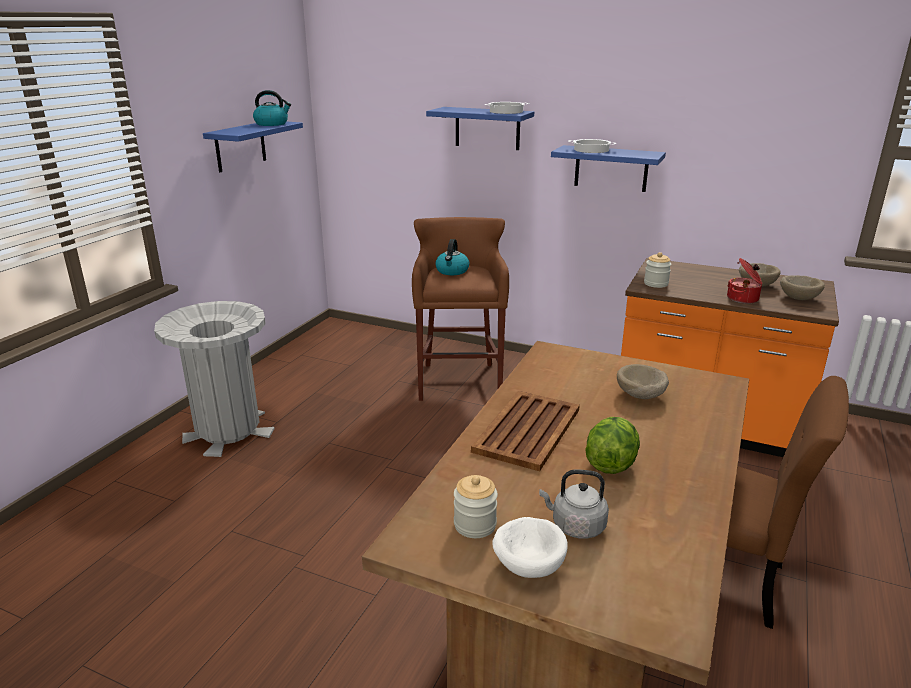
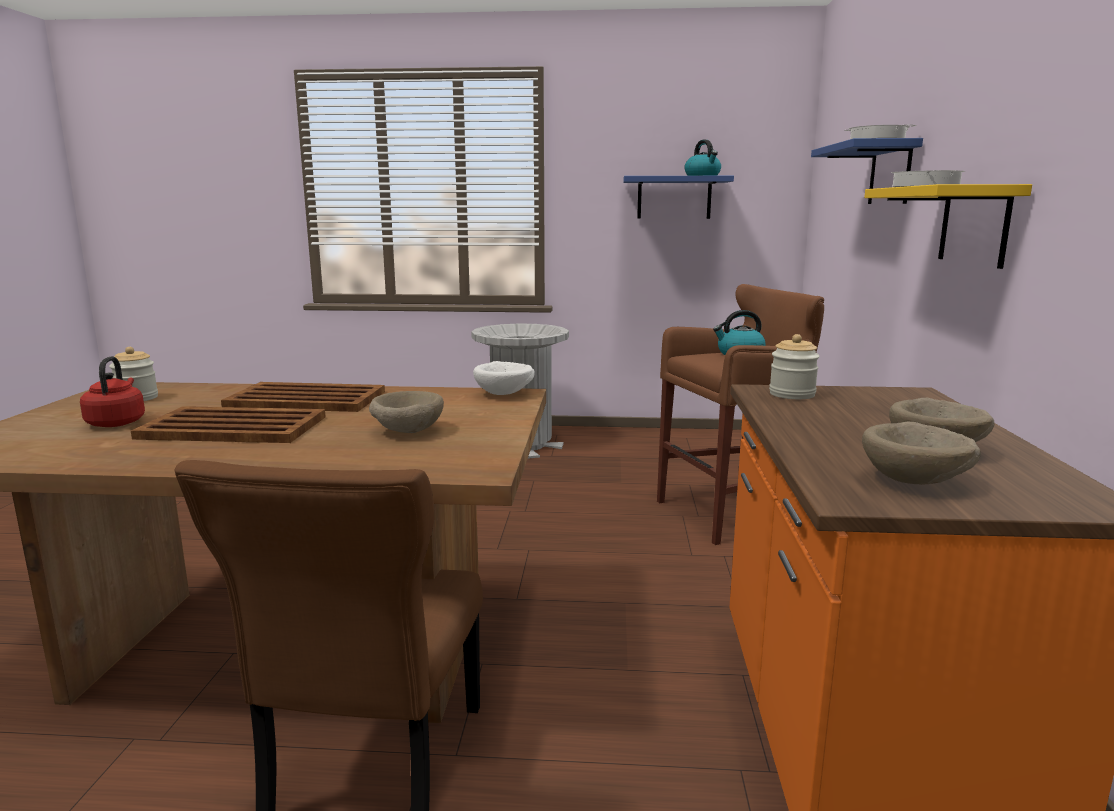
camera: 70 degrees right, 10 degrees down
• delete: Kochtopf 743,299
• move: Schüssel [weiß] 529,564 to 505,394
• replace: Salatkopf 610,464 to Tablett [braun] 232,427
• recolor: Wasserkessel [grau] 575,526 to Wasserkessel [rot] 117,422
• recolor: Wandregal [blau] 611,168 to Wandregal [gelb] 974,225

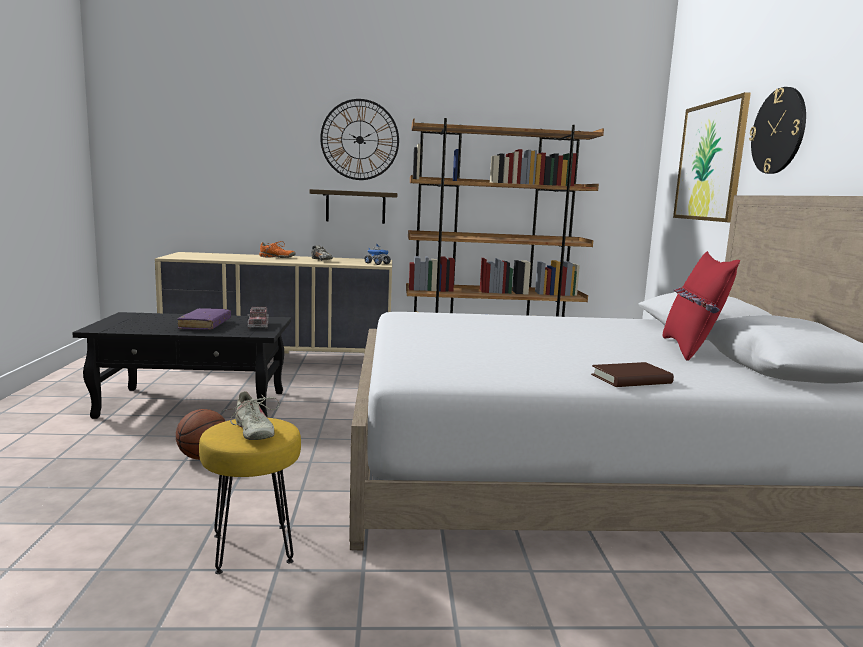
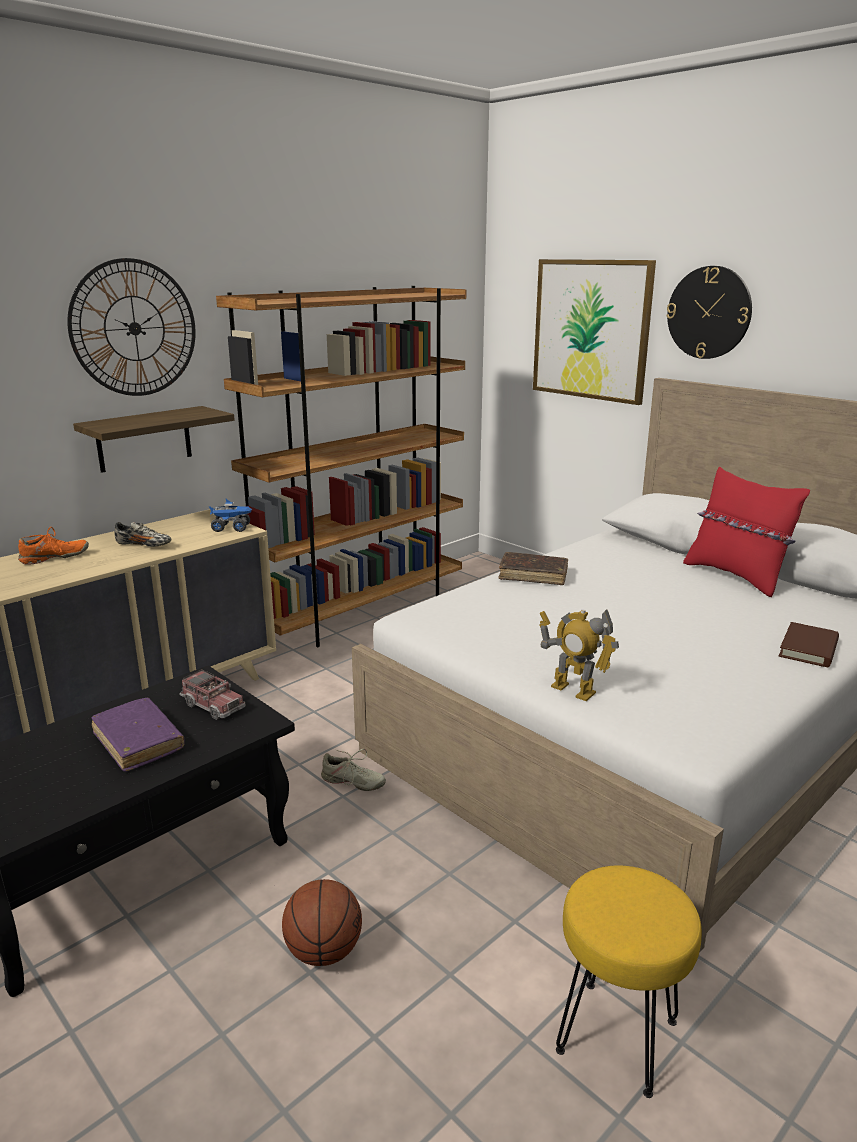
camera: 40 degrees left, 10 degrees up
• insert: Buch [braun] 533,575
• insert: Spielzeugroboter 573,690
• move: Schuh [beige] 252,431 to 352,782

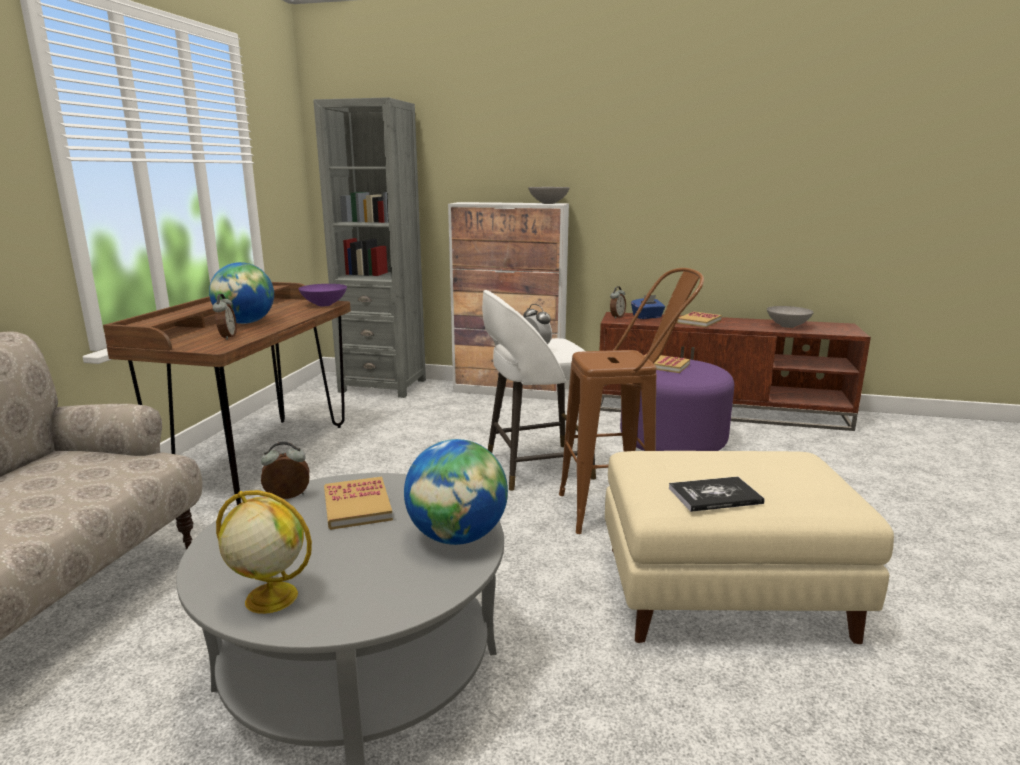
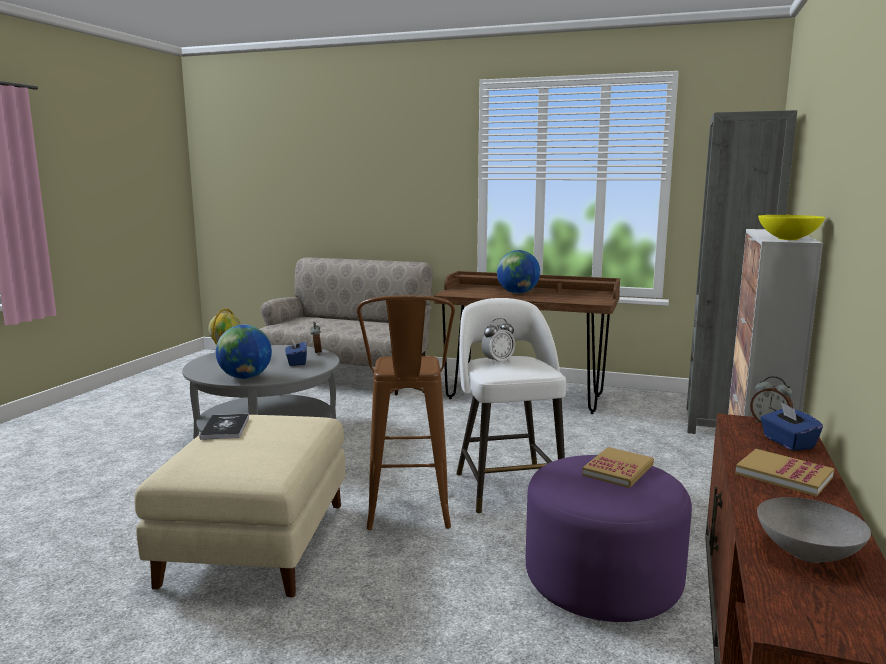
camera: 95 degrees right, 5 degrees down
• delete: Wecker 227,337
• delete: Schüssel [lila] 323,305
• replace: Buch 357,506 to Taschentuchbox [blau] 296,362
• recolor: Schüssel [grau] 549,203 to Schüssel [gelb] 789,239

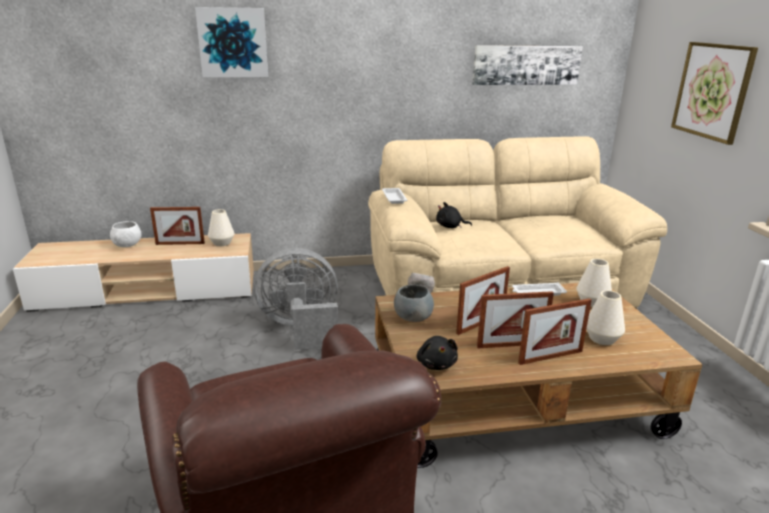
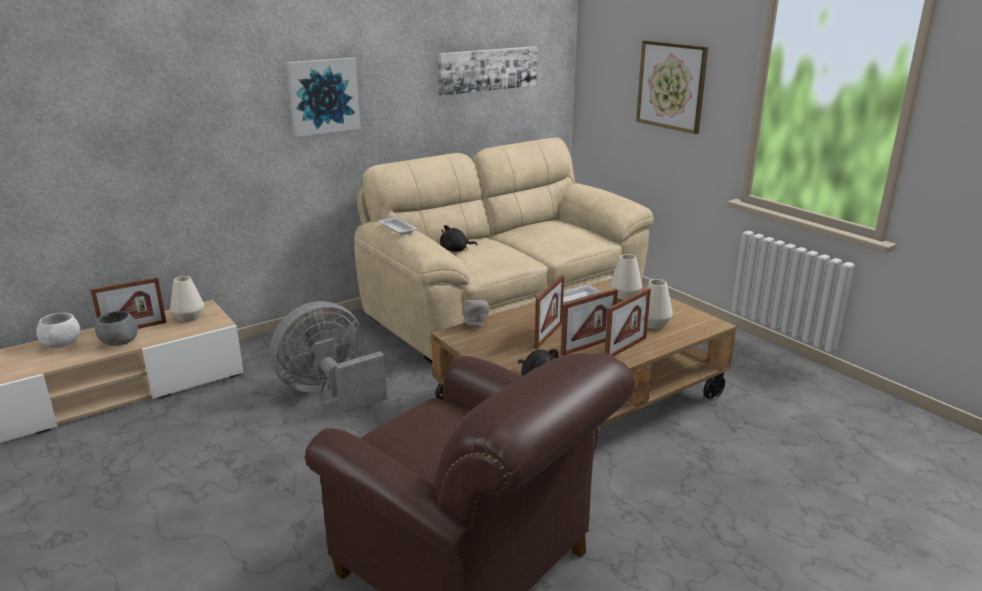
camera: 25 degrees left, 0 degrees up
• move: Bild 233,42 to 323,96
• move: Schüssel [grau] 413,318 to 119,342

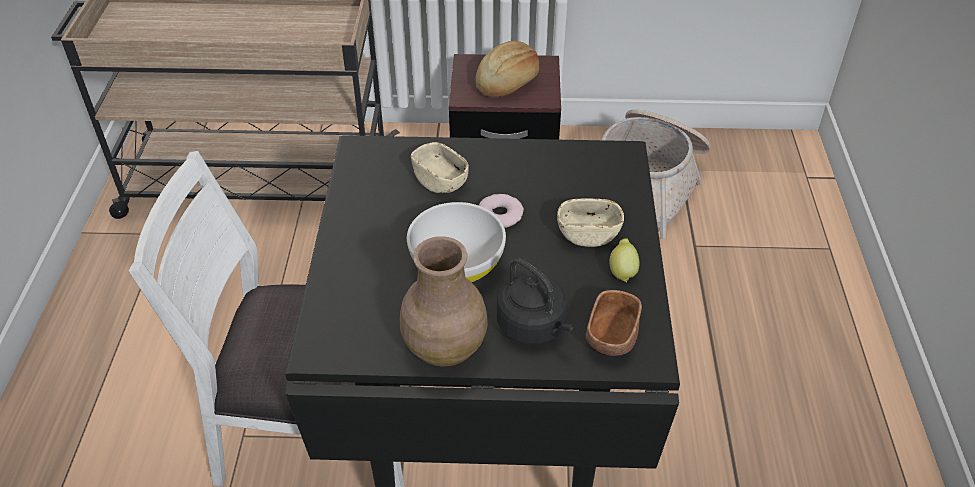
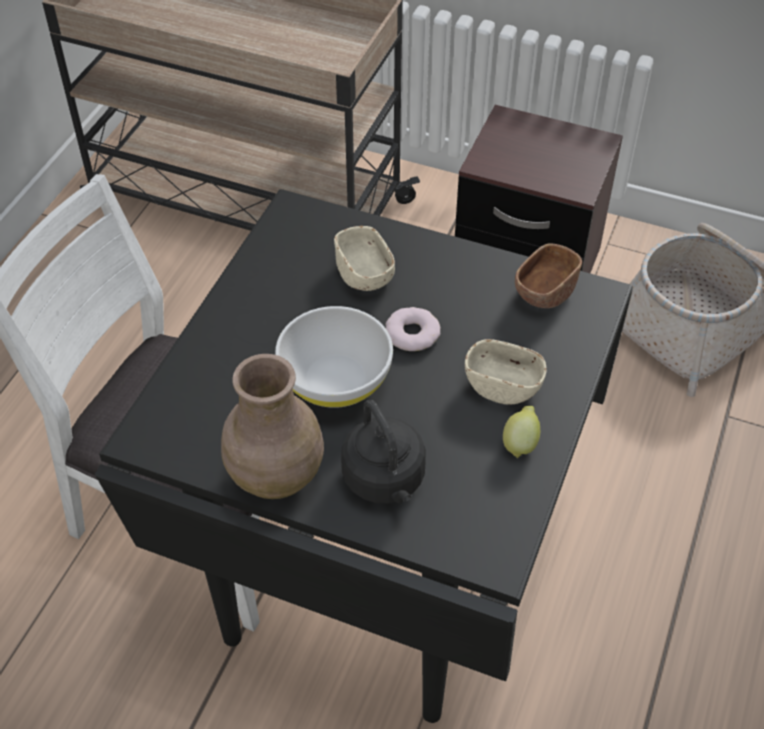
camera: 20 degrees right, 5 degrees up
• delete: Brot 508,82
• move: Schüssel [braun] 611,337 to 545,291

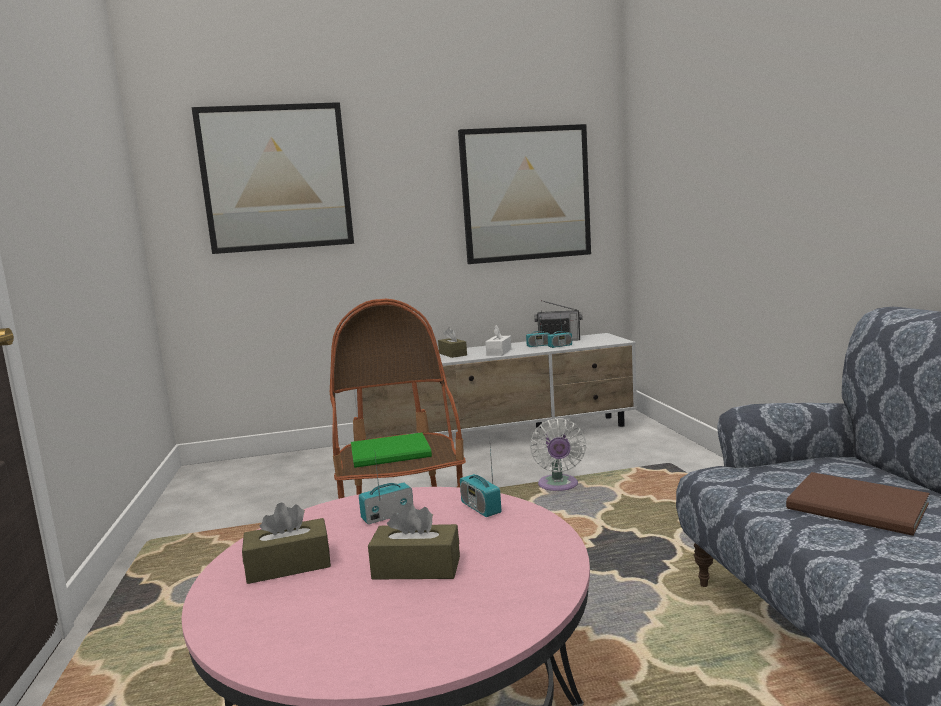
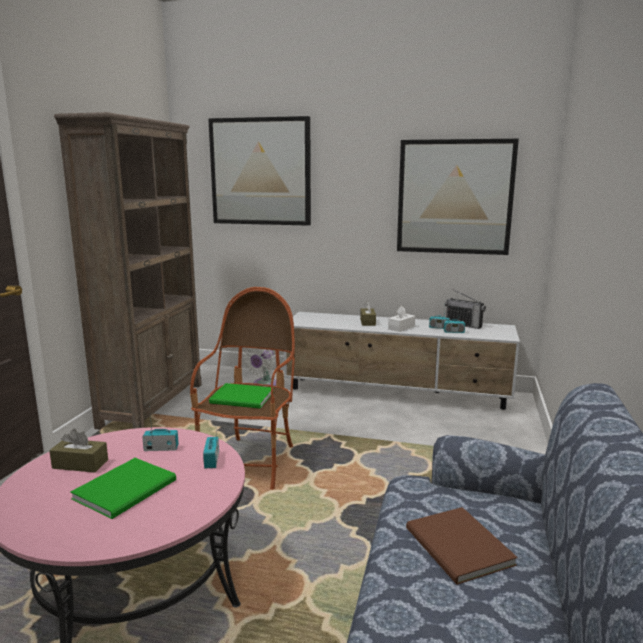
camera: 25 degrees right, 5 degrees up
• insert: Bücherregal [braun] 153,404
• move: Ventilator [weiß] 558,486 to 264,385
• replace: Taschentuchbox [braun] 416,568 to Buch [grün] 128,489

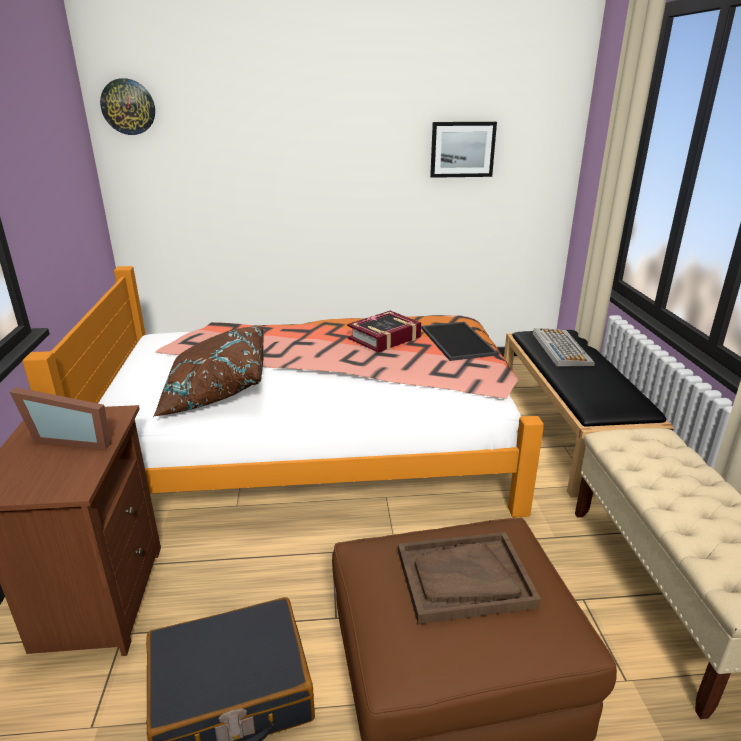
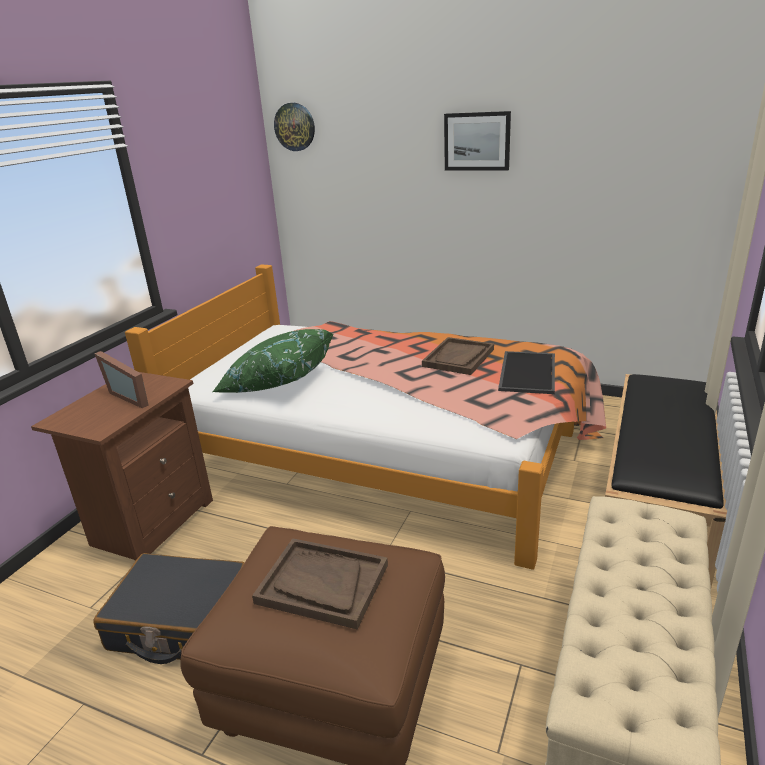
camera: 30 degrees right, 0 degrees up
• delete: Tastatur 560,348
• move: Bild 462,149 to 477,141
• replace: Buch 384,338 to Tablett [braun] 458,358
• recolor: Kissen [braun] 215,392 to Kissen [grün] 277,382

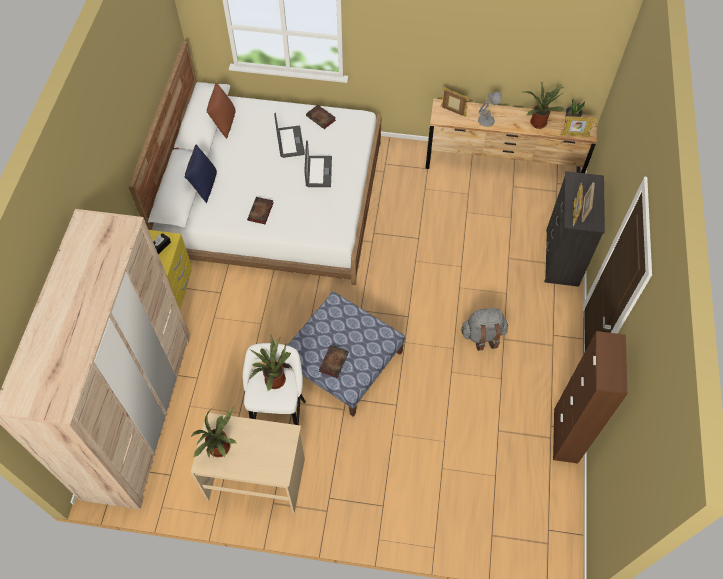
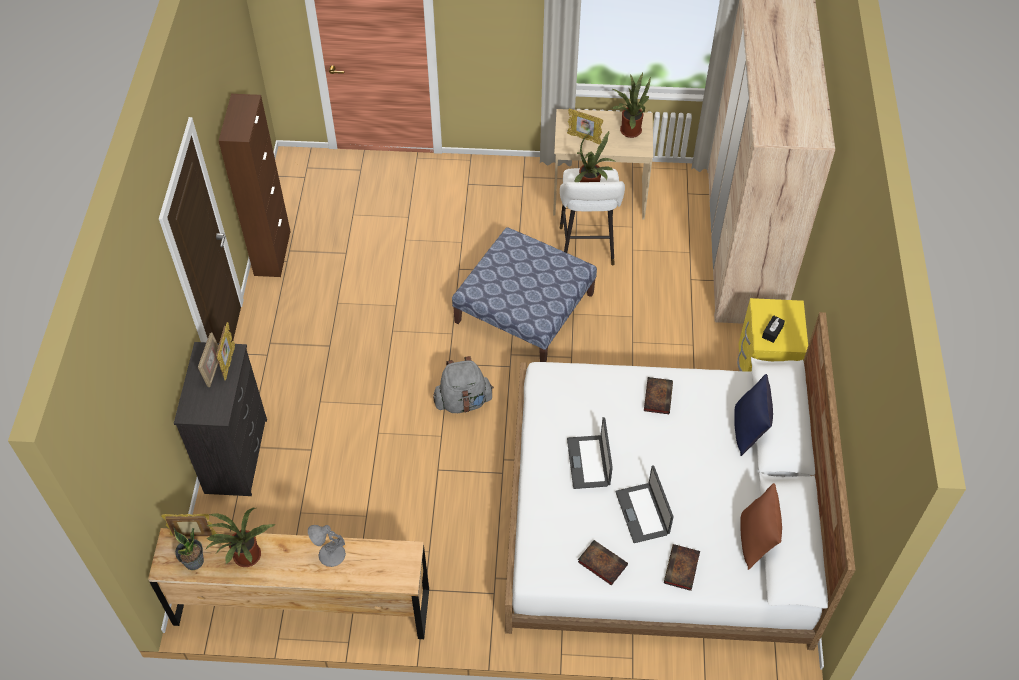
camera: 175 degrees right, 5 degrees down
• move: Buch 333,361 to 681,570
• move: Bilderrahmen 453,112 to 584,138
• move: Rucksack [grau] 483,335 to 463,401

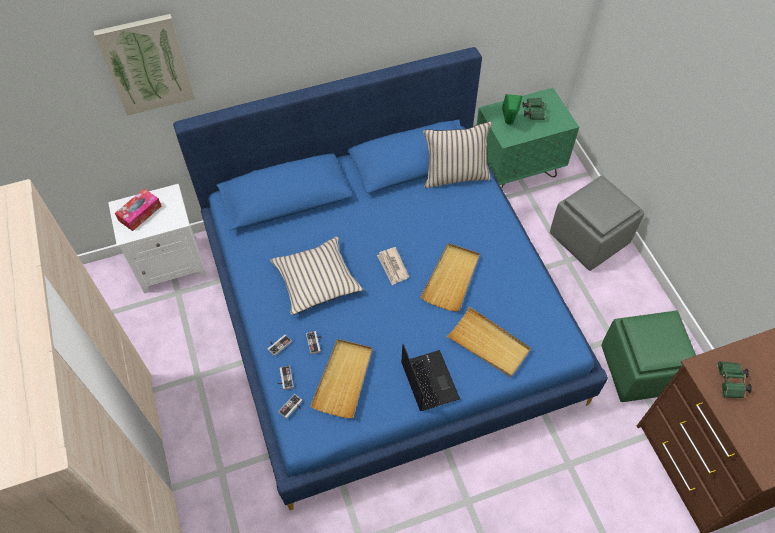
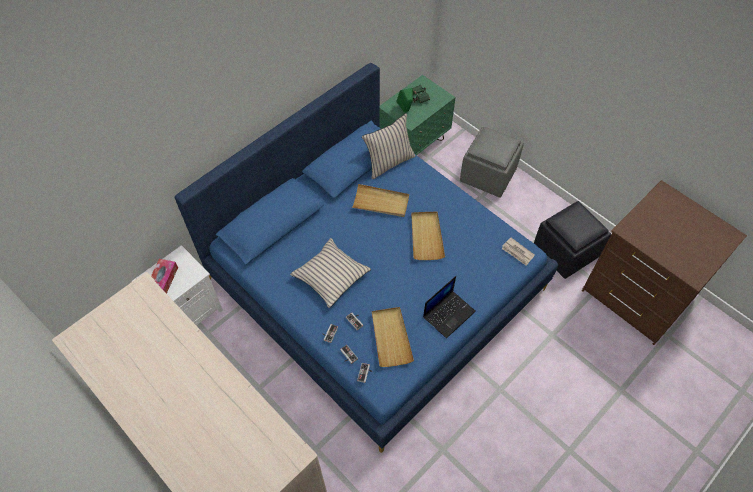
camera: 25 degrees left, 0 degrees up
• delete: Bild 147,64
• delete: Fernglas [grün] 730,383
• move: Zeitung 392,267 to 517,252
• move: Tablett [beige] 488,344 to 381,202
• recolor: Polsterhocker [grün] 641,369 to Polsterhocker [schwarz] 566,252
• rotate: Laptop 428,380 = 449,313 90 degrees clockwise

